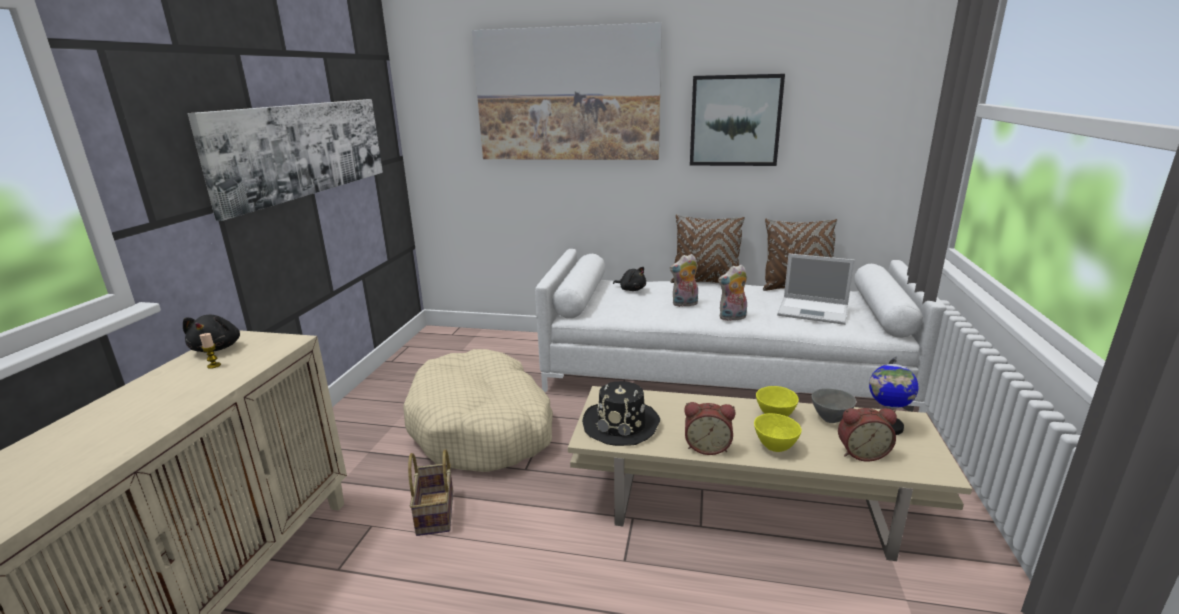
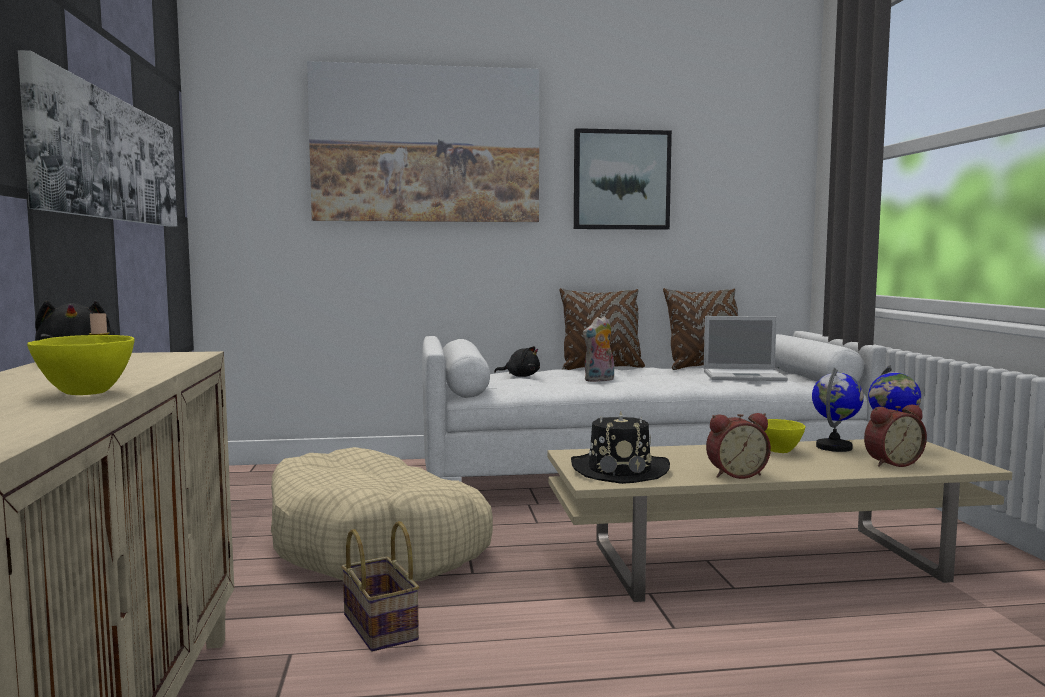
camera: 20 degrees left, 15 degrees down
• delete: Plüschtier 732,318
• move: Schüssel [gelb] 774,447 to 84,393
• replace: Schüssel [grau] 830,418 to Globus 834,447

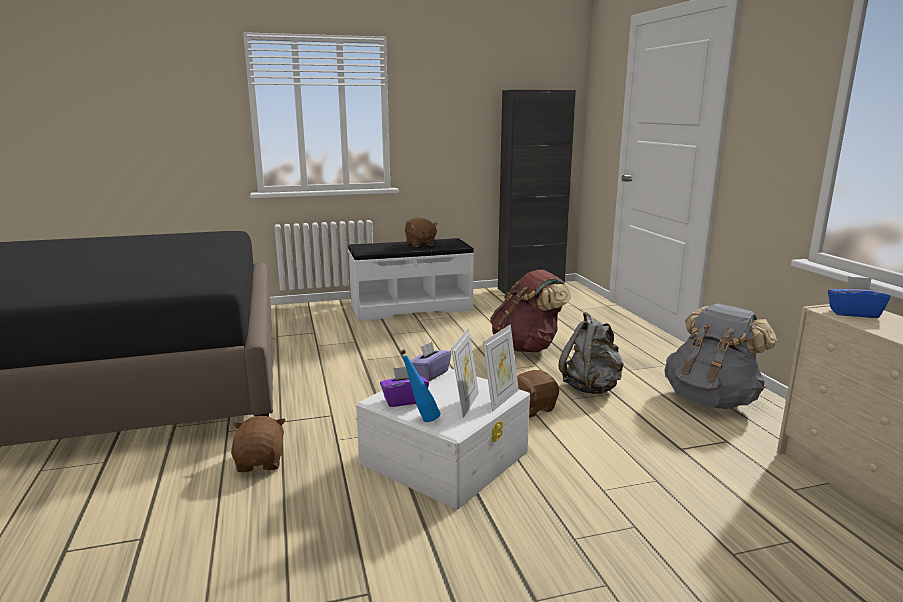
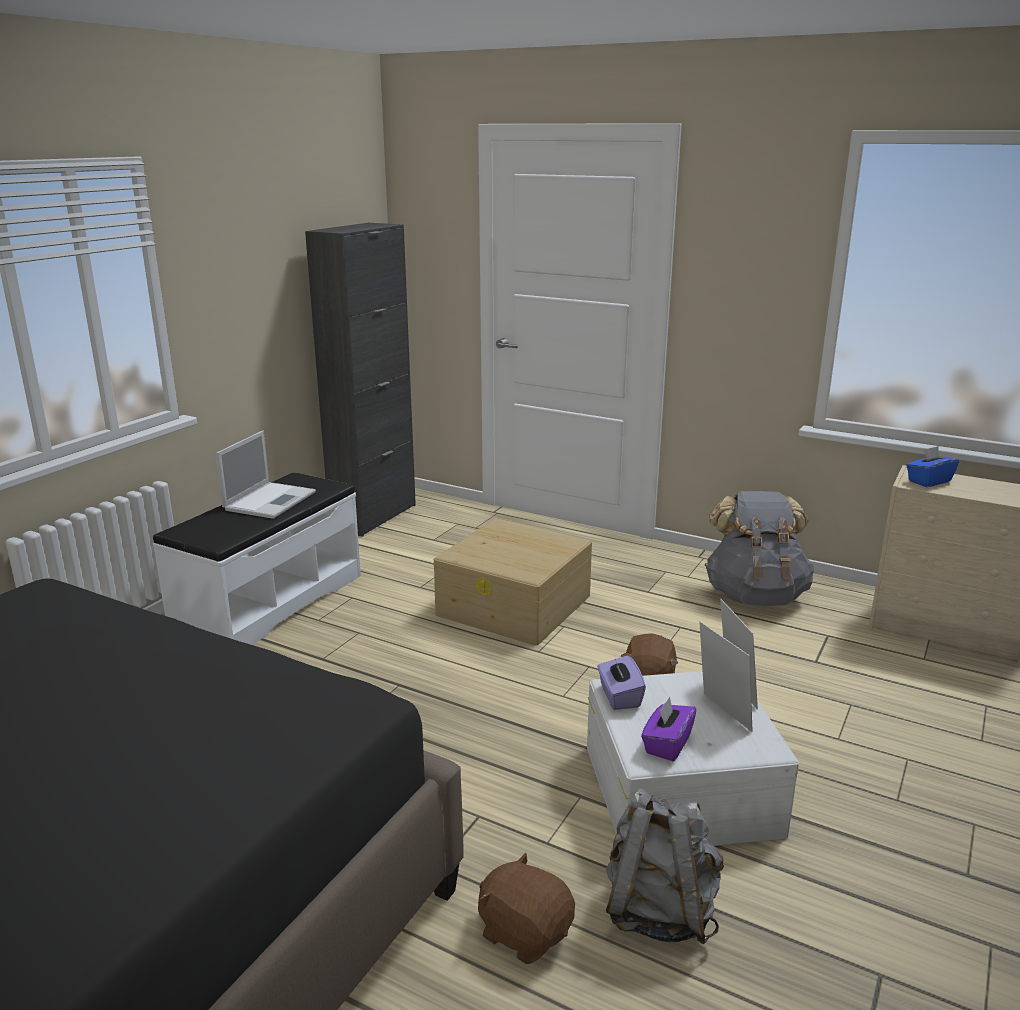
camera: 45 degrees left, 5 degrees up
• delete: Flasche [blau] 421,419
• move: Rucksack [grau] 591,388 to 659,910
• replace: Plüschtier [braun] 420,244 to Laptop 270,500
• replace: Rucksack [braun] 527,347 to Aufbewahrungsbox [beige] 515,605

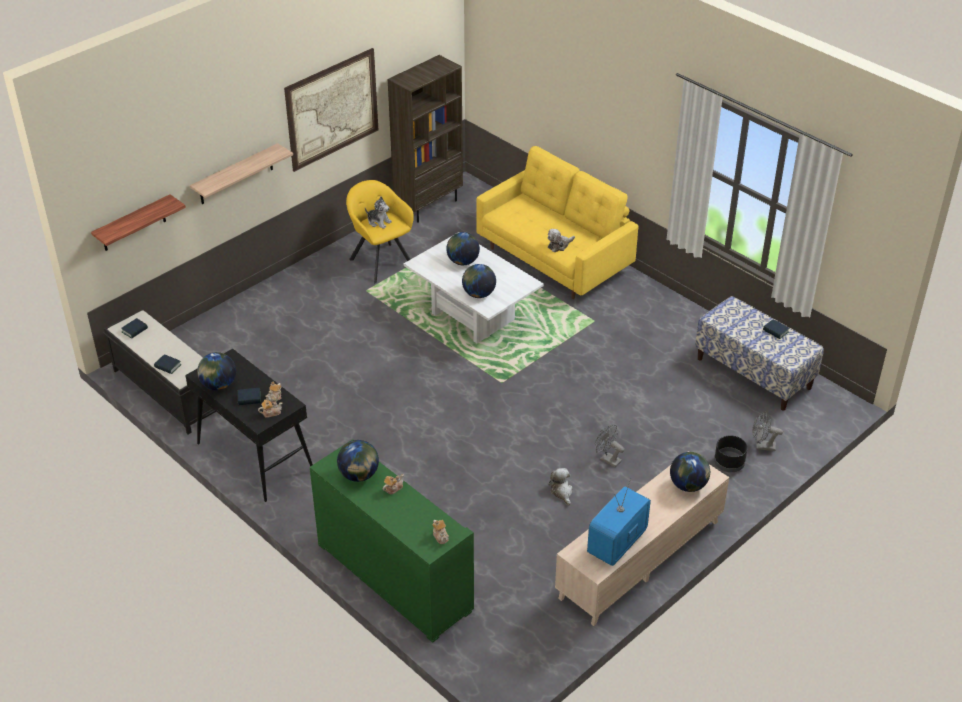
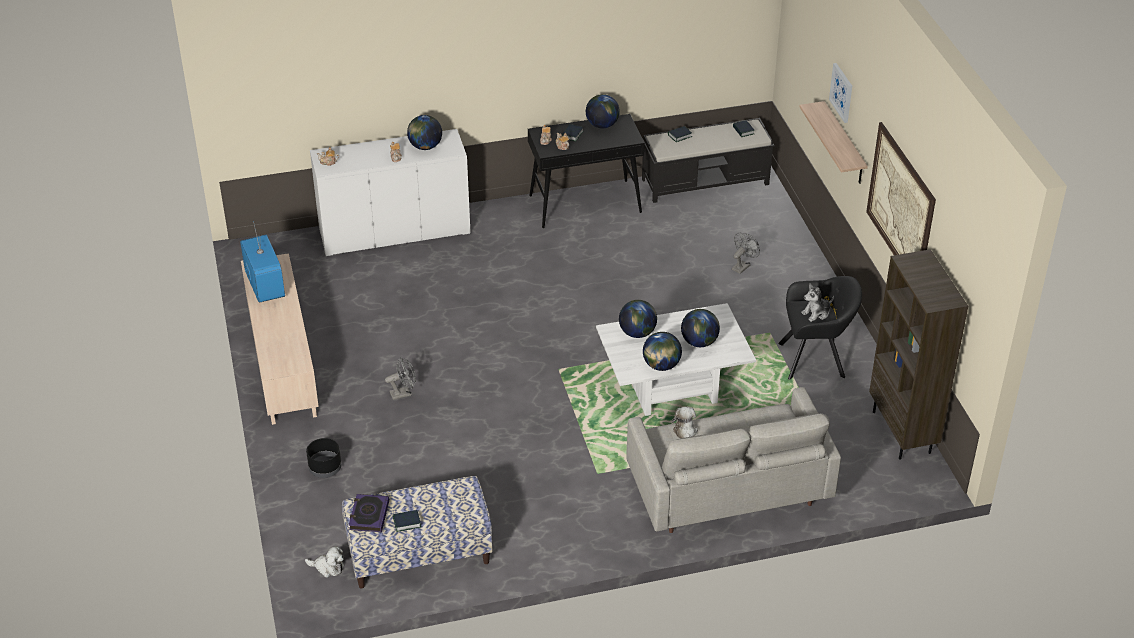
camera: 120 degrees right, 0 degrees up
• delete: Wandregal 133,224
• insert: Buch 369,515
• insert: Bild 842,92
• move: Plüschtier 562,492 to 328,567
• move: Globus 688,485 to 661,365
• move: Ventilator [grau] 762,446 to 742,266
• recolor: Schrank [grün] 394,577 to Schrank [weiß] 394,232
• recolor: Sessel [gelb] 380,261 to Sessel [schwarz] 815,360
• recolor: Sofa [gelb] 554,259 to Sofa [grau] 727,491

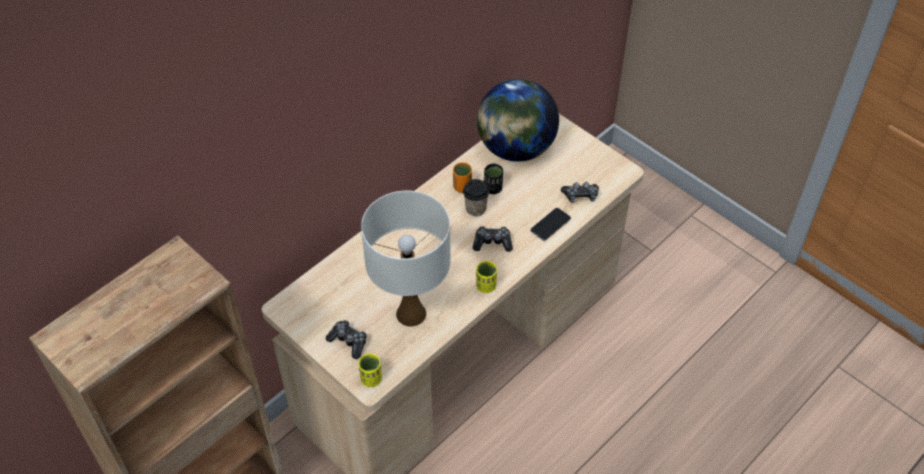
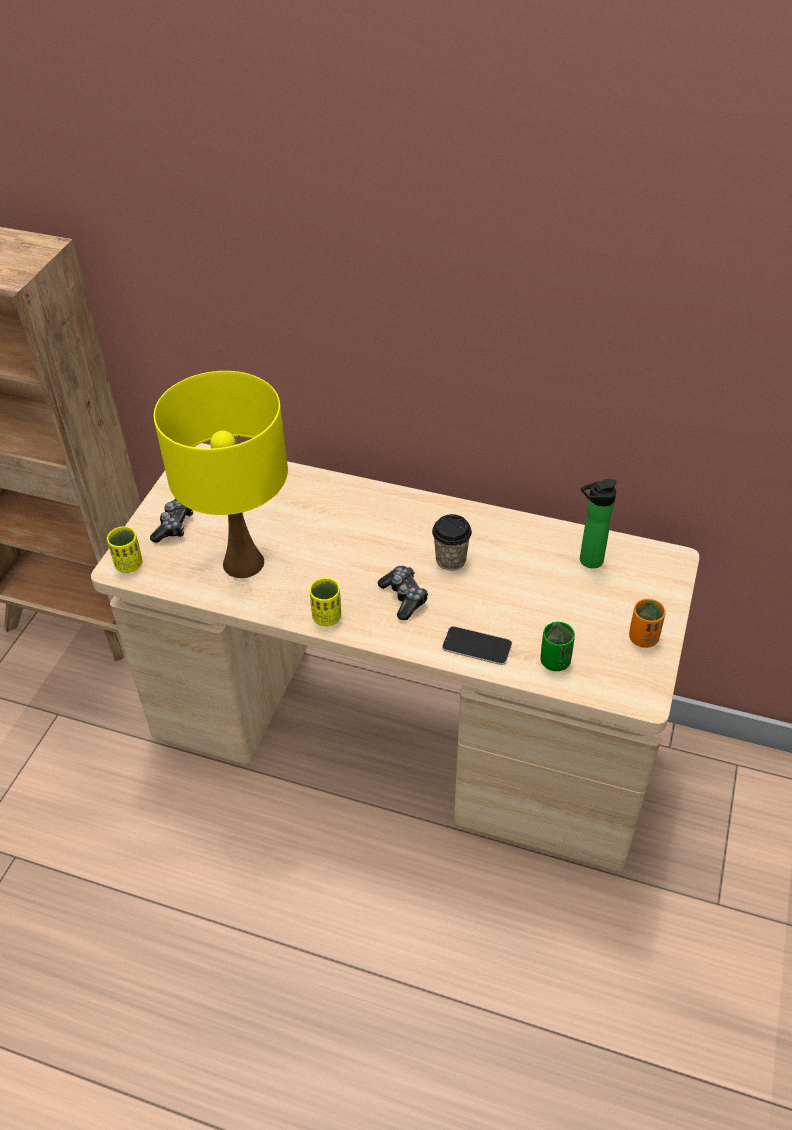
camera: 65 degrees right, 5 degrees down
• delete: Tasse [schwarz] 493,188
• move: Tasse [orange] 462,187 to 643,638
• replace: Globus 515,148 to Flasche 587,561
• replace: Gamepad 580,196 to Tasse [grün] 555,661
• recolor: Tischlampe [weiß] 411,313 to Tischlampe [gelb] 244,563

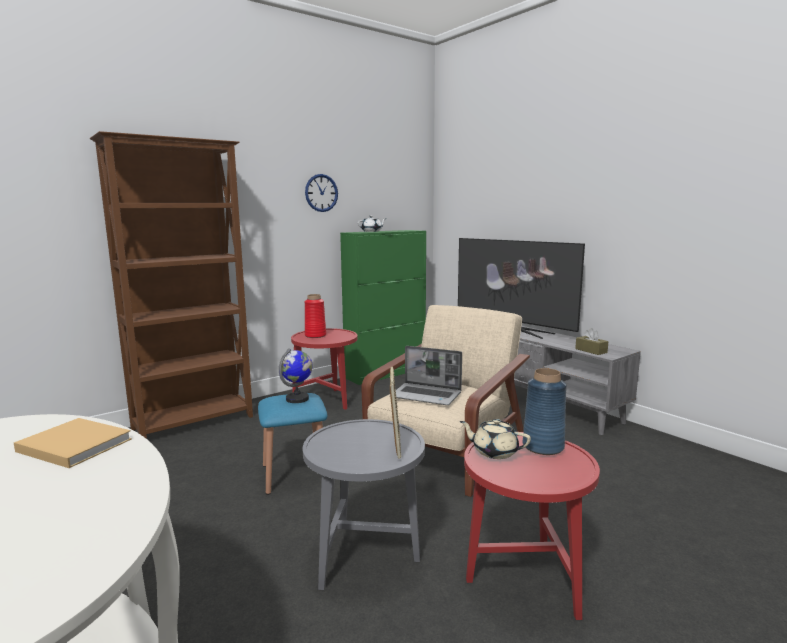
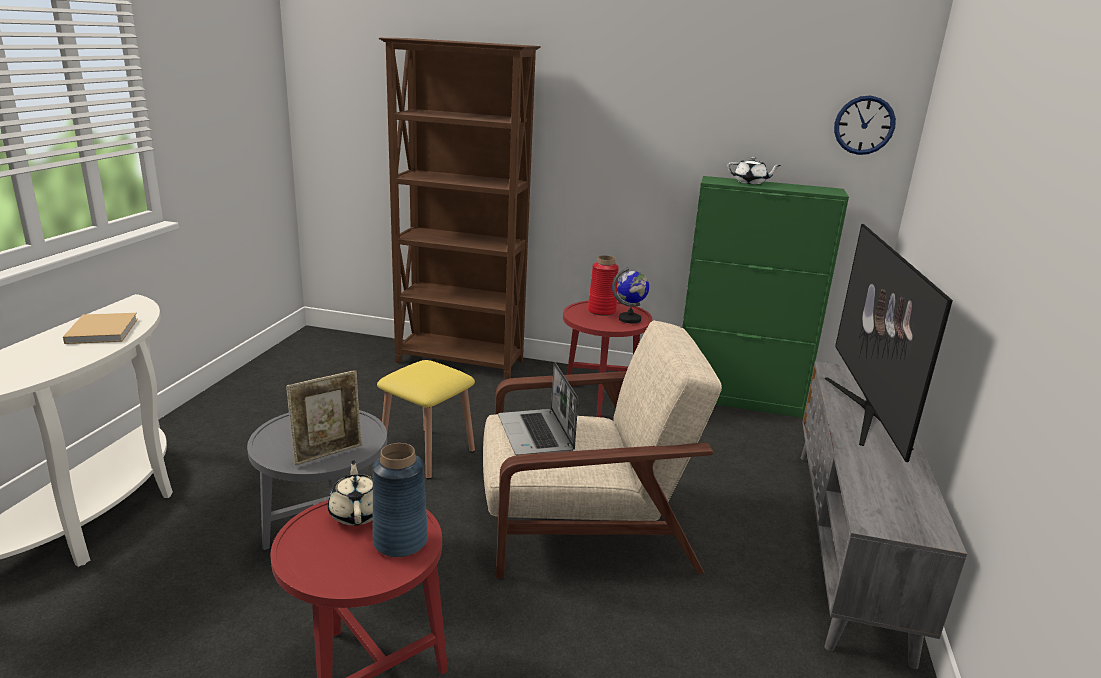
camera: 50 degrees right, 10 degrees up
• delete: Taschentuchbox [braun] 591,351
• move: Globus 297,399 to 630,319
• move: Wanduhr 321,193 to 864,125
• recolor: Hocker [blau] 295,474 to Hocker [gelb] 427,453

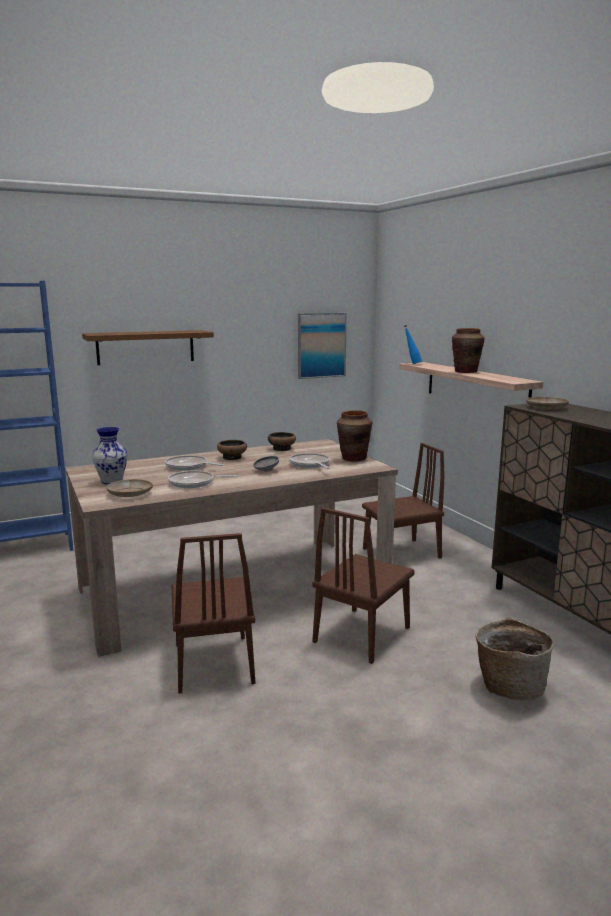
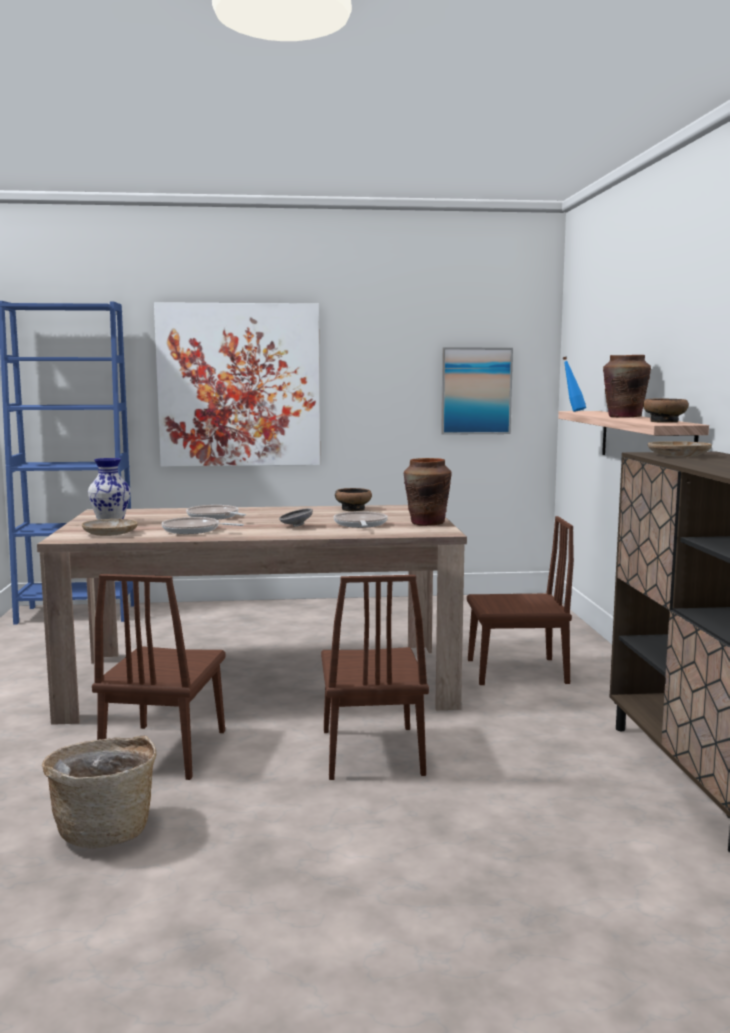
camera: 20 degrees right, 5 degrees down
• move: Schüssel 232,457 to 665,421
• move: Korb 509,686 to 105,830
• replace: Wandregal [braun] 145,347 to Bild 239,385
• rotate: Stuhl [braun] 362,634 = 371,751 60 degrees counterclockwise

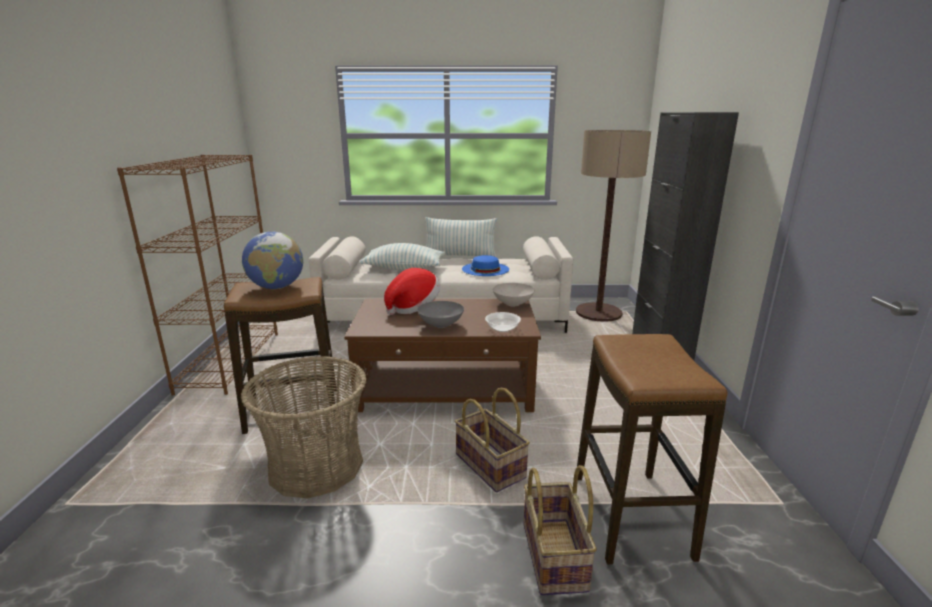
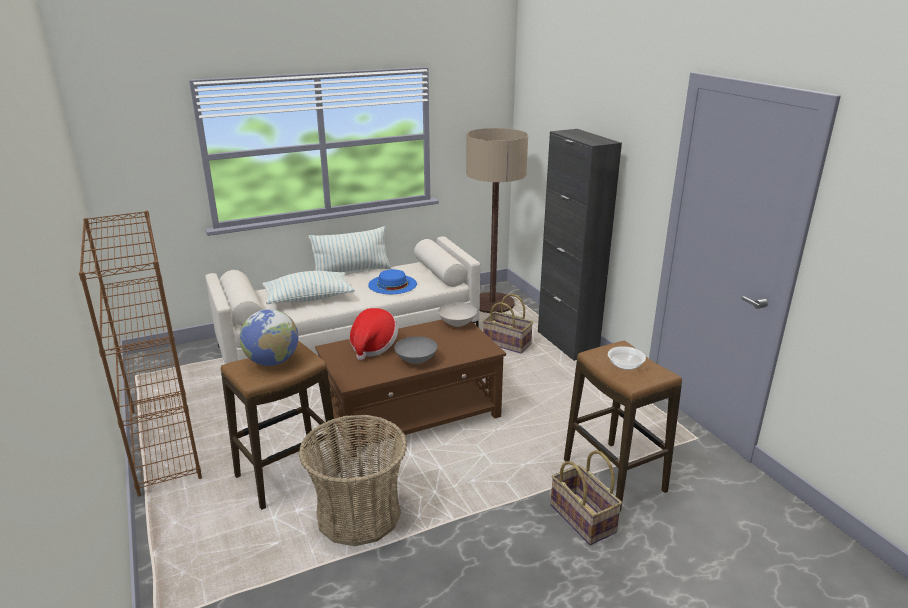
camera: 25 degrees left, 5 degrees up
• move: Korb 491,465 to 507,343
• move: Schüssel 502,328 to 625,365

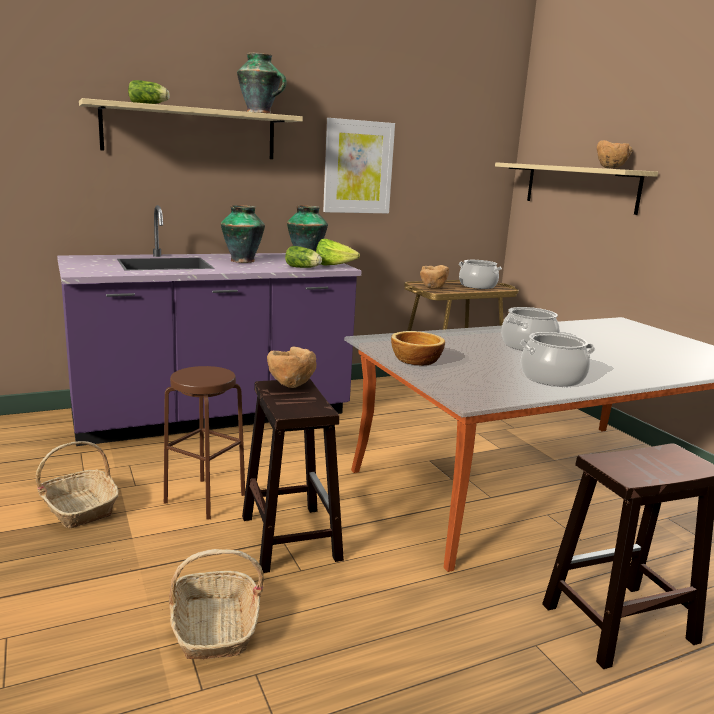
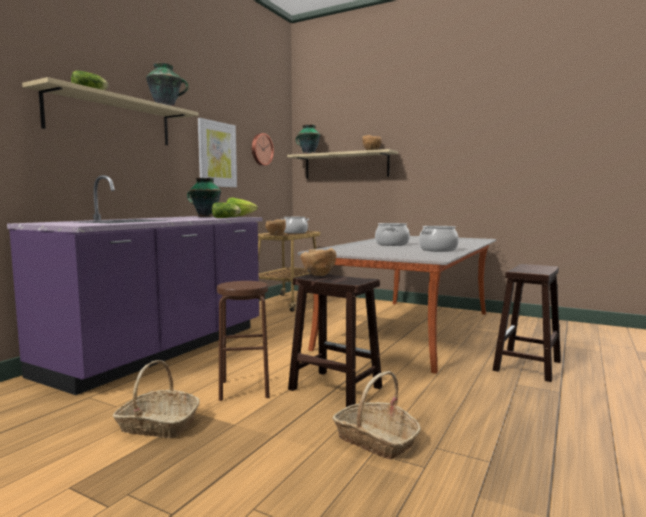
camera: 35 degrees left, 10 degrees down
• delete: Schüssel 415,360
• insert: Wanduhr 261,149
• move: Vase 242,260 to 308,154

